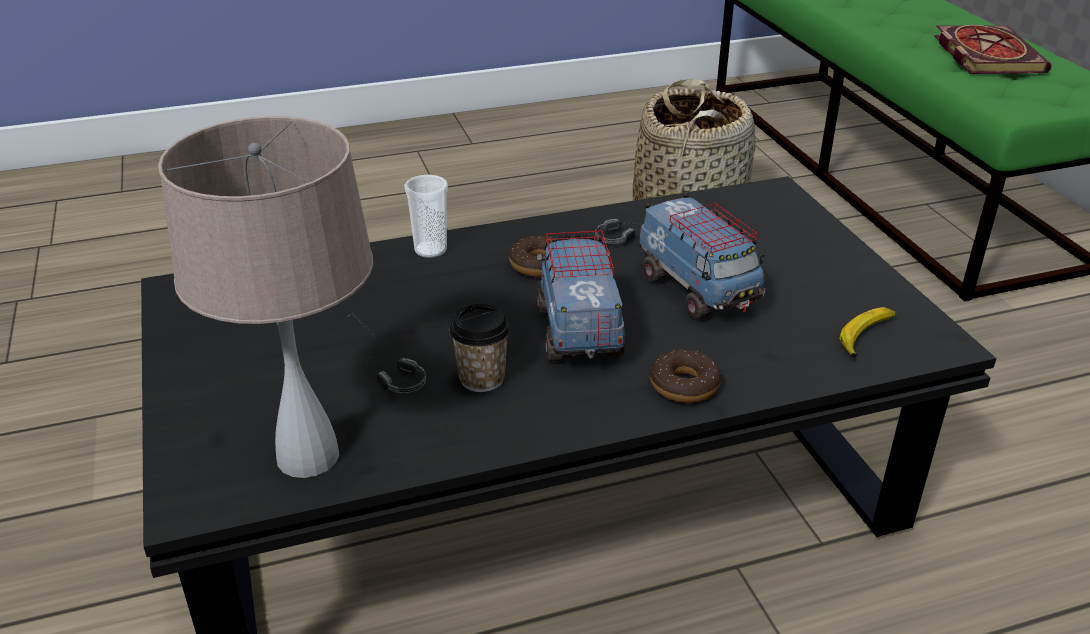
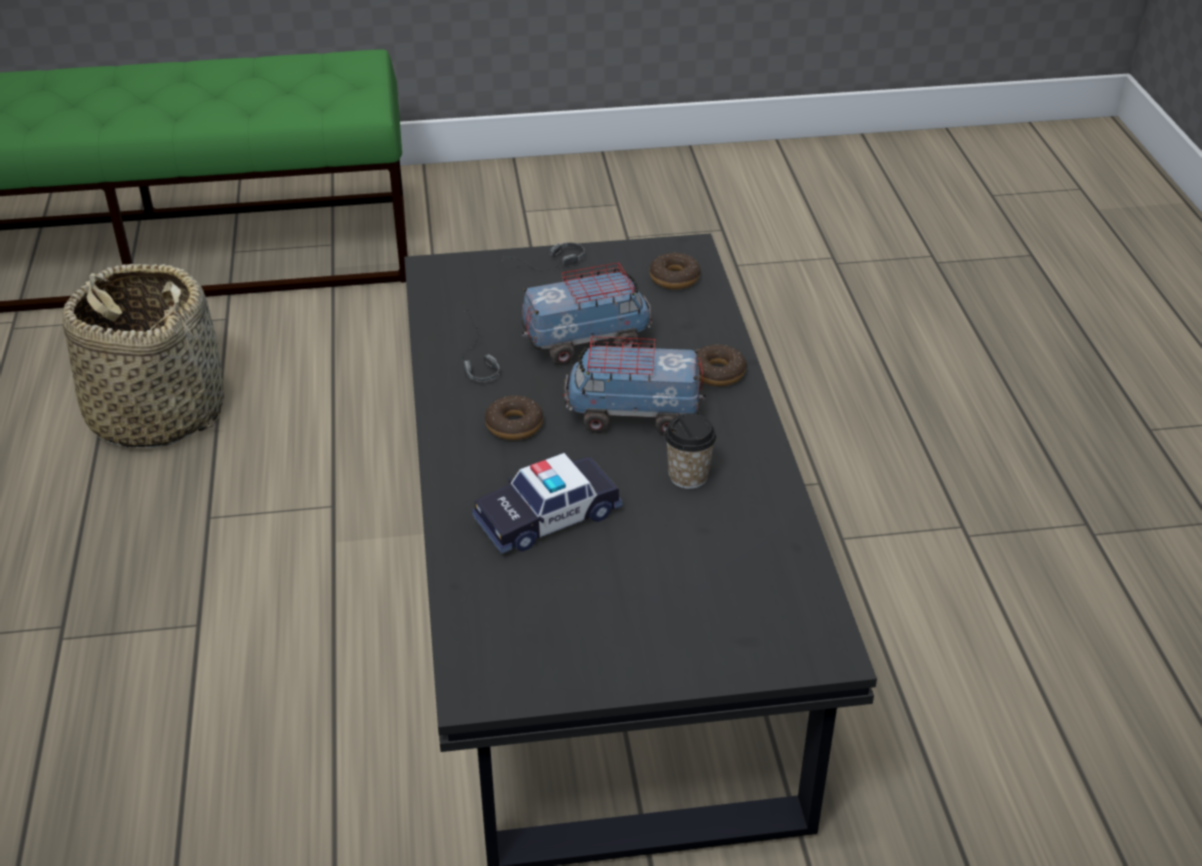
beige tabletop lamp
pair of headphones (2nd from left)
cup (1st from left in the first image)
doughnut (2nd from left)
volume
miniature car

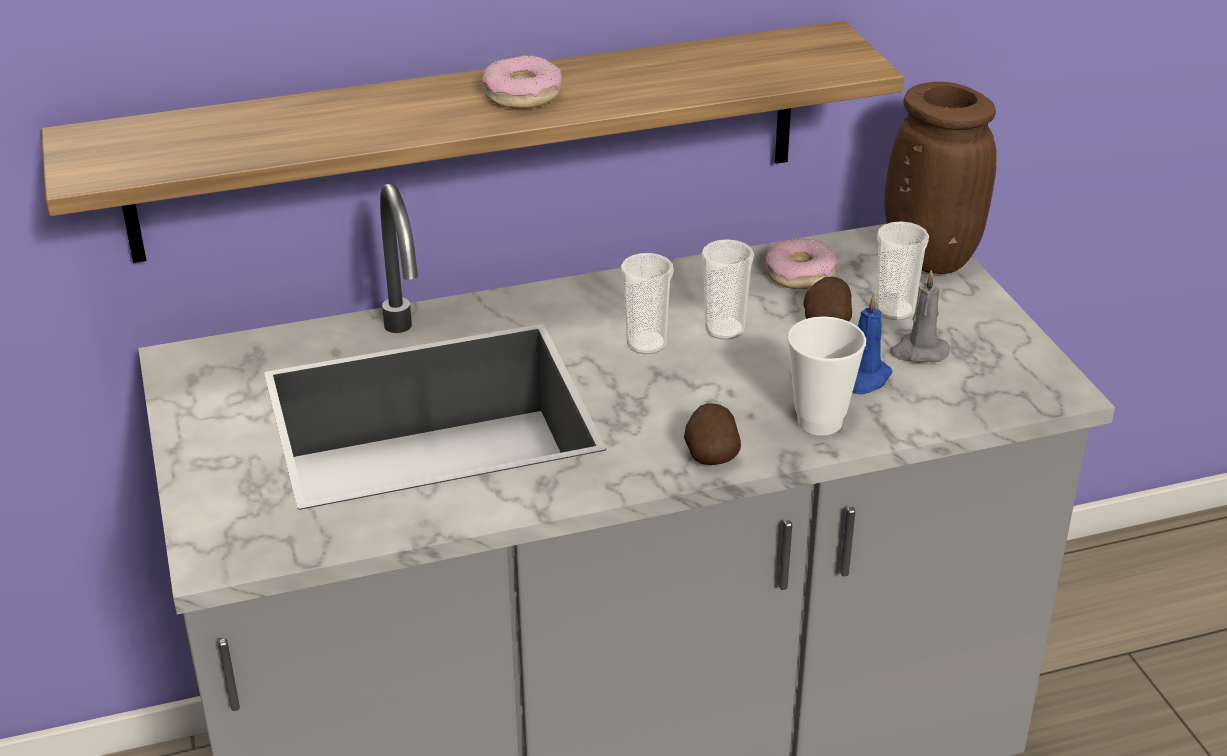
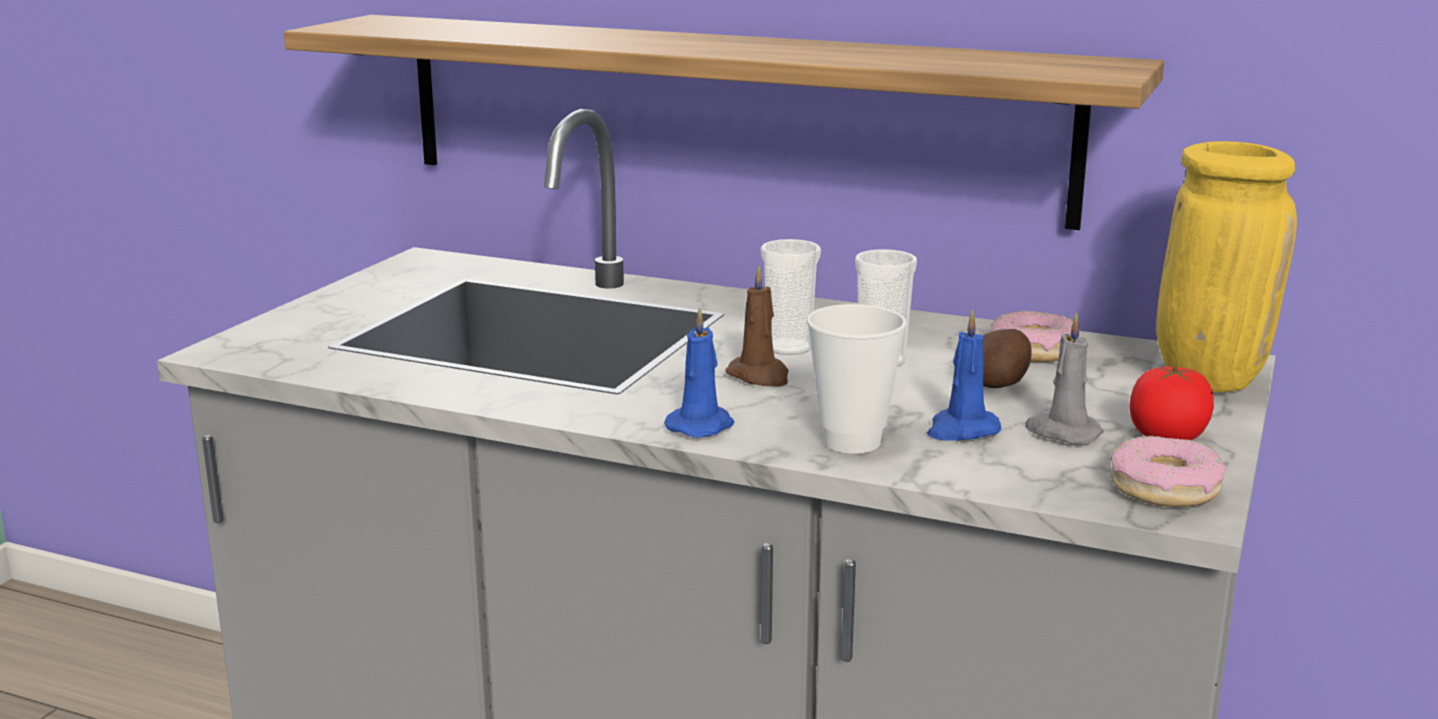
doughnut (2nd from left)
bluish candle (1st from left)
cup (4th from left in the first image)
yellow vase
brownish candle
tomato

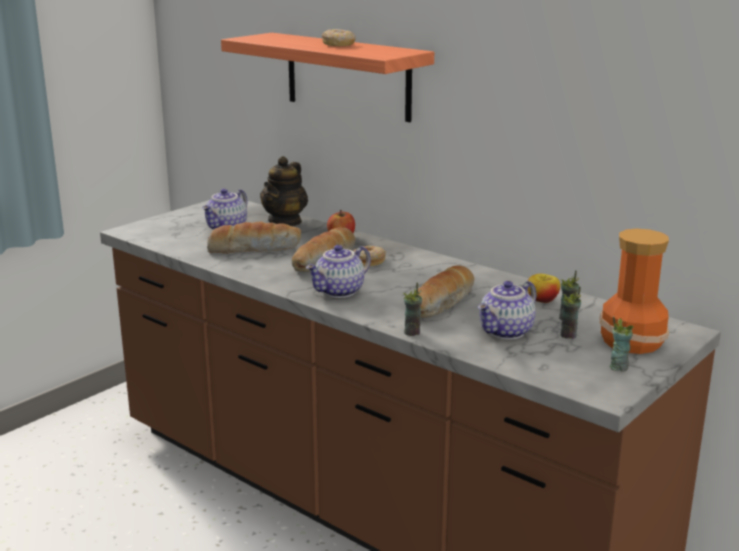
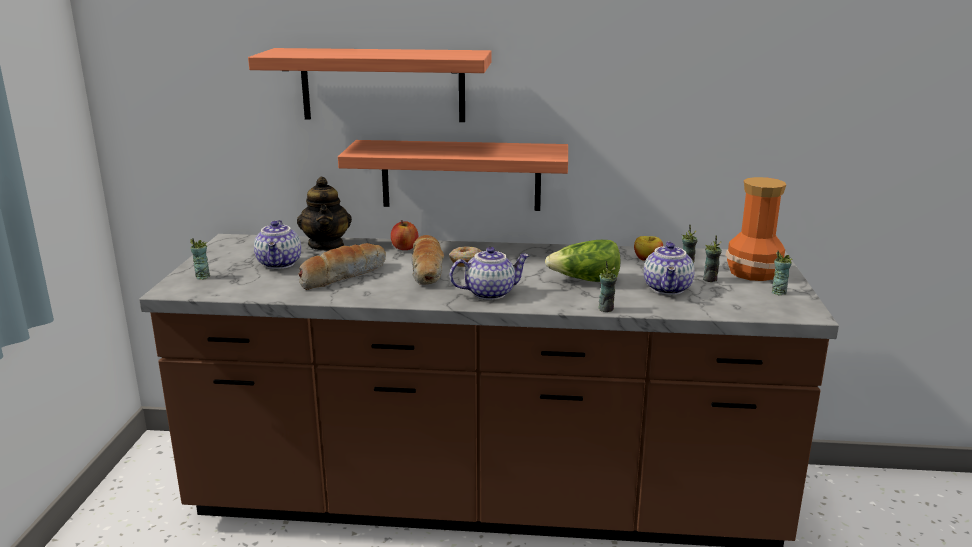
pot for tea (3rd from left)
doughnut (1st from left in the first image)
lettuce
cup (1st from left)
bracket shelf (2nd from left)

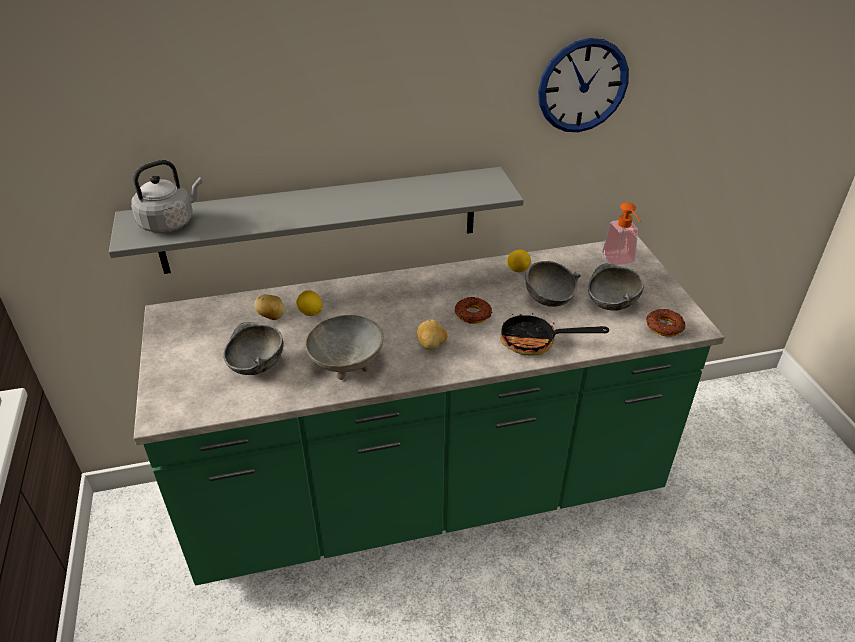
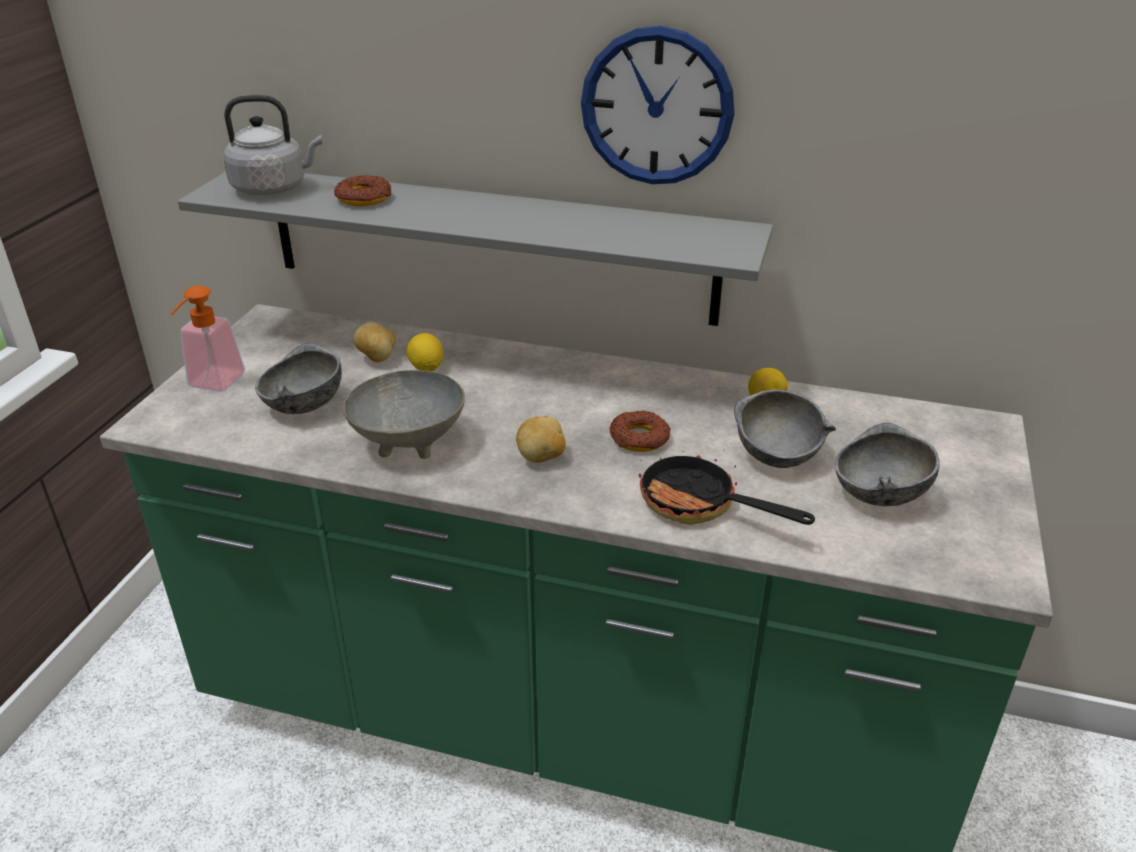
hanging clock
liquid soap bottle
doughnut (1st from left)

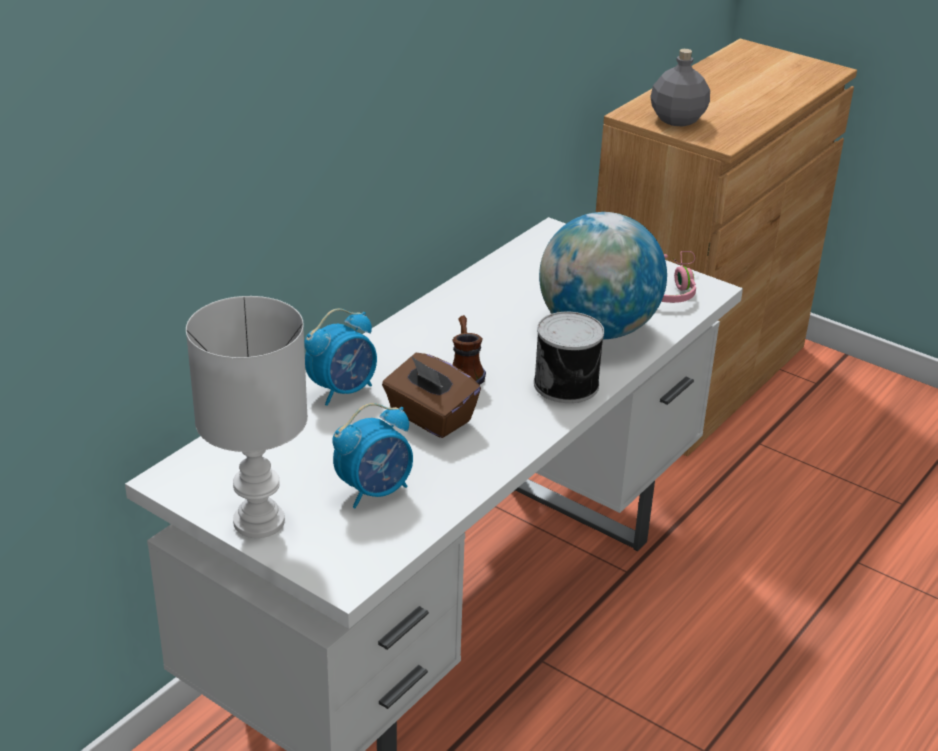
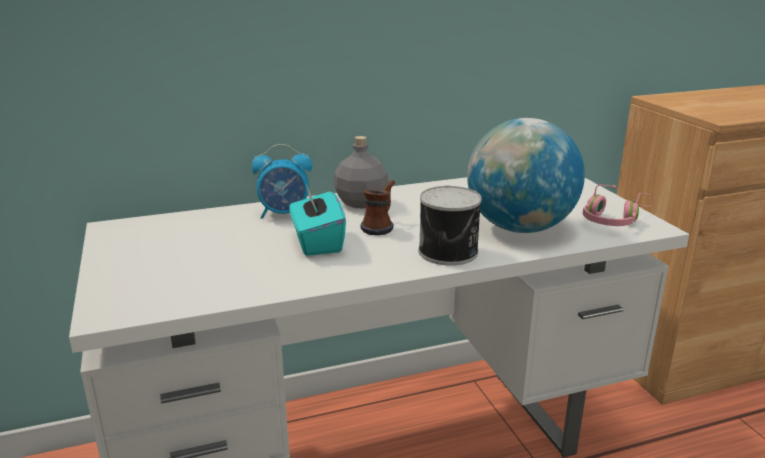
white tabletop lamp
table clock (2nd from left in the first image)
blue-green box of tissues
grey drink bottle

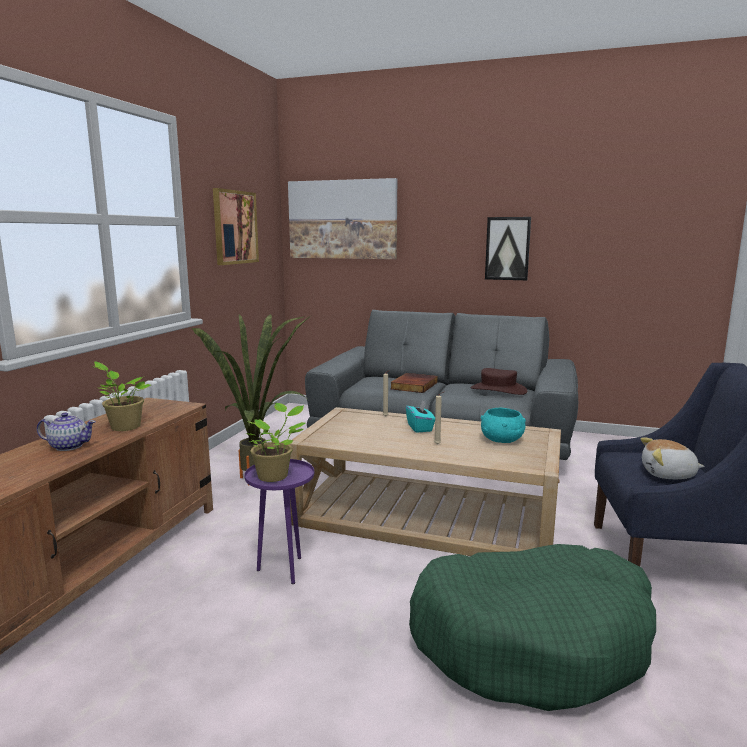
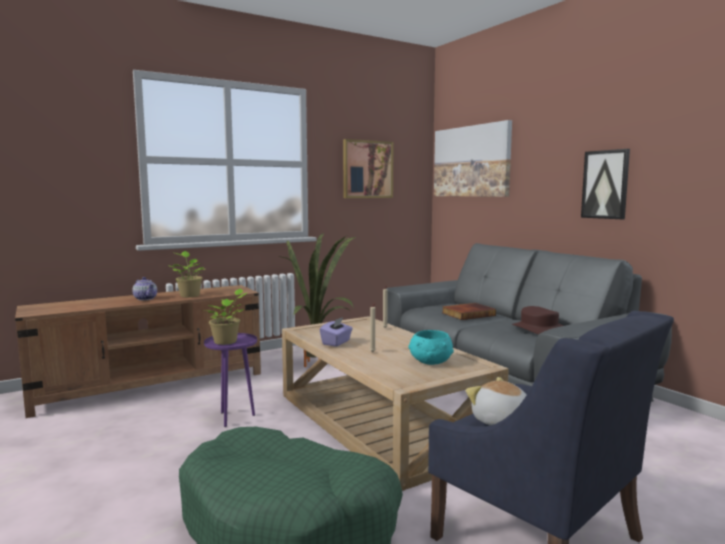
blue-green box of tissues
purple-coloured box of tissues

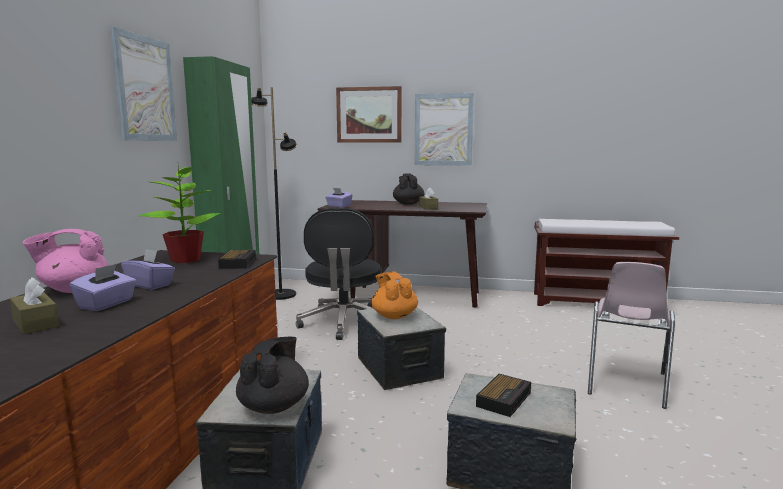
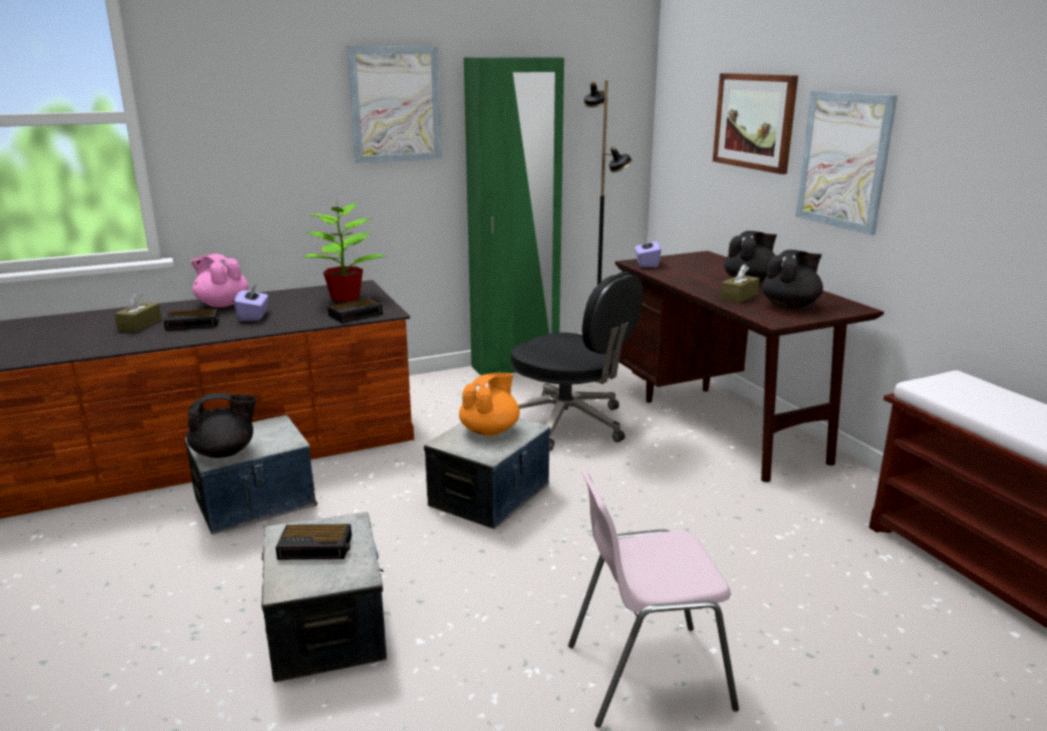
table clock (1st from left)
black office chair
black pot for tea (3rd from left)

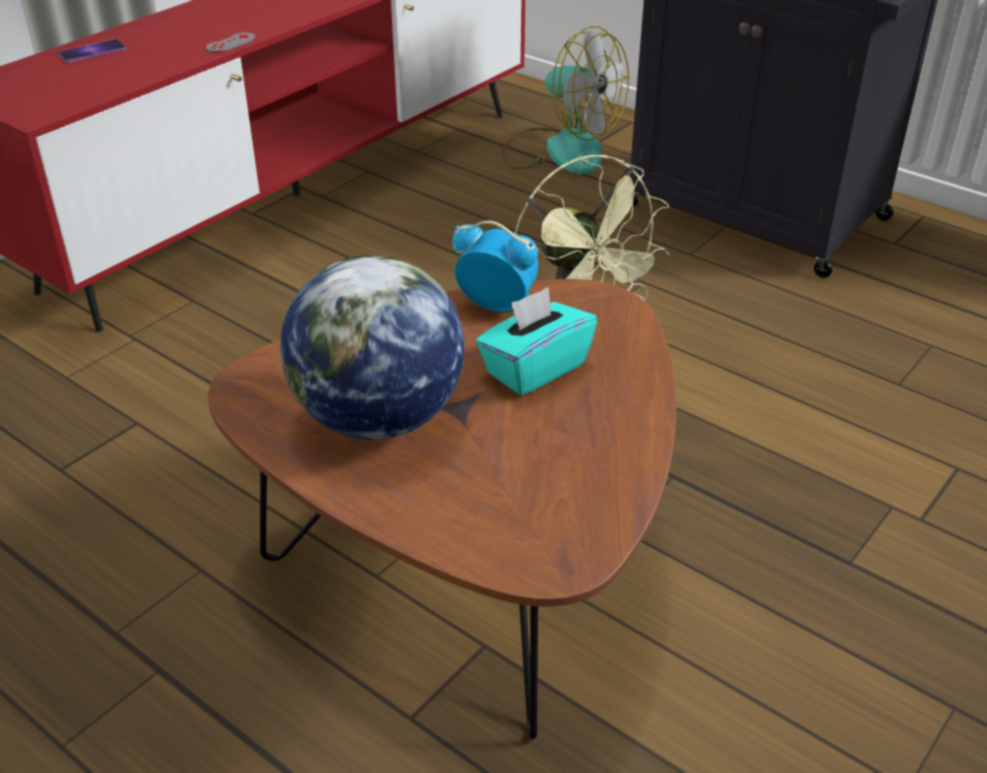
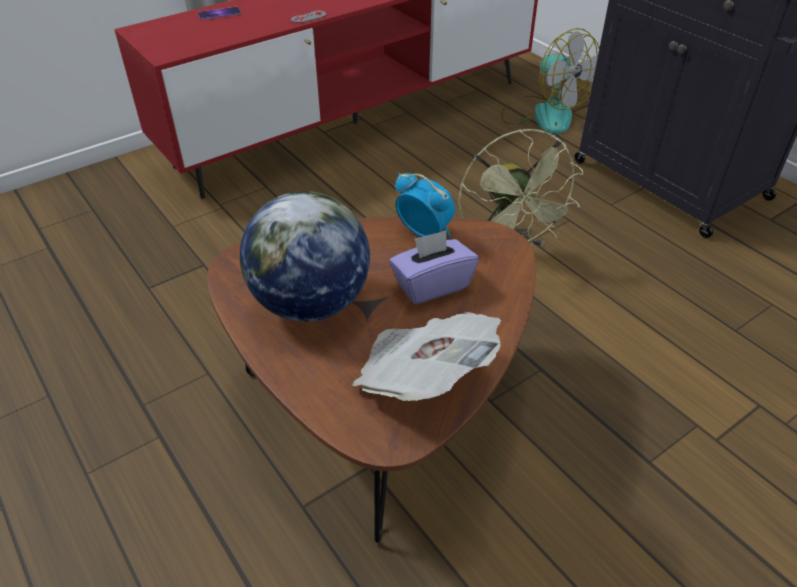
purple-coloured box of tissues
newspaper

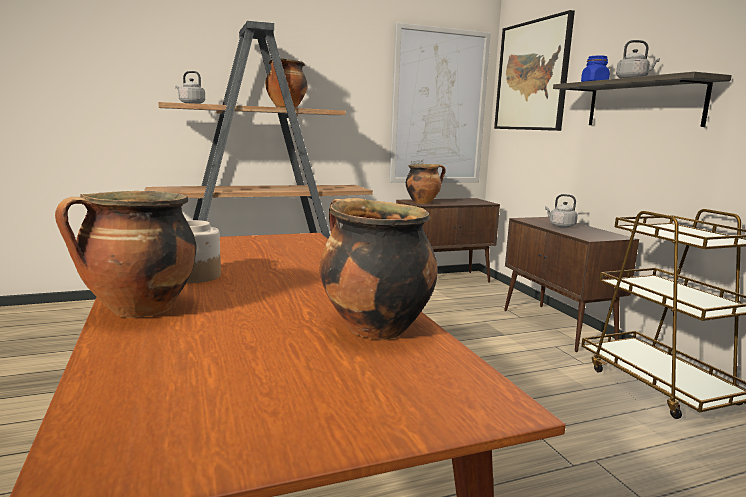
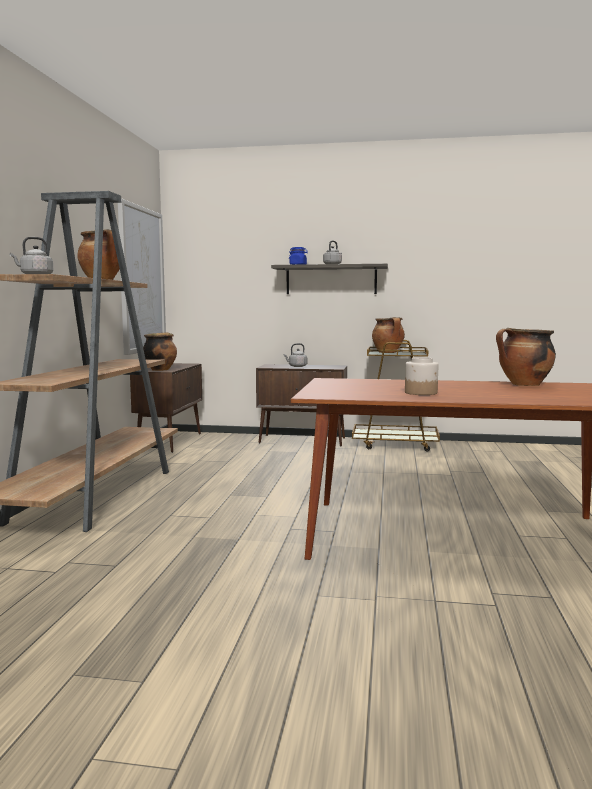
saucepot (3rd from left)
wall art (2nd from left in the first image)

